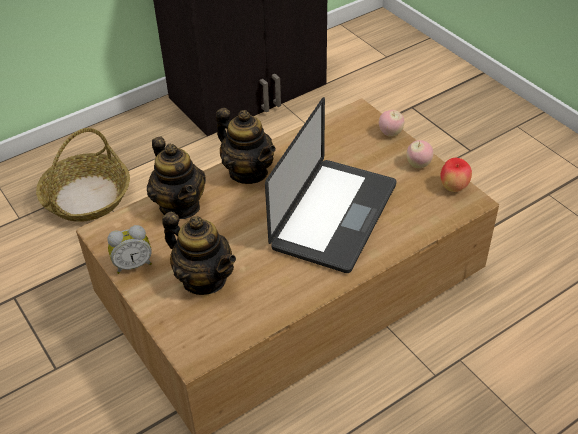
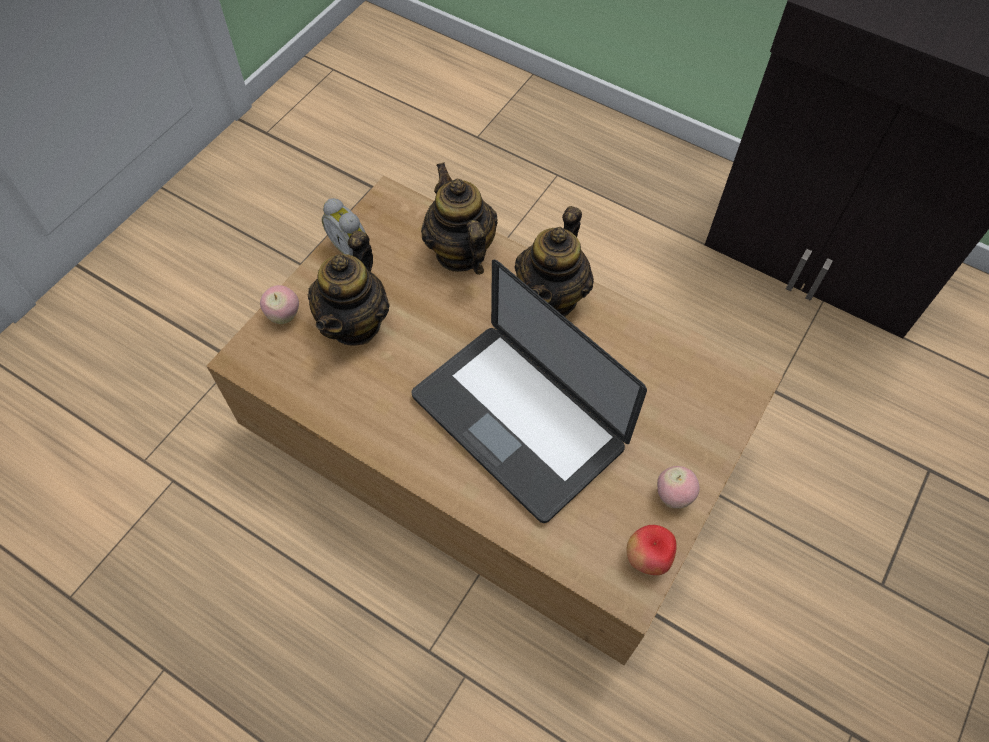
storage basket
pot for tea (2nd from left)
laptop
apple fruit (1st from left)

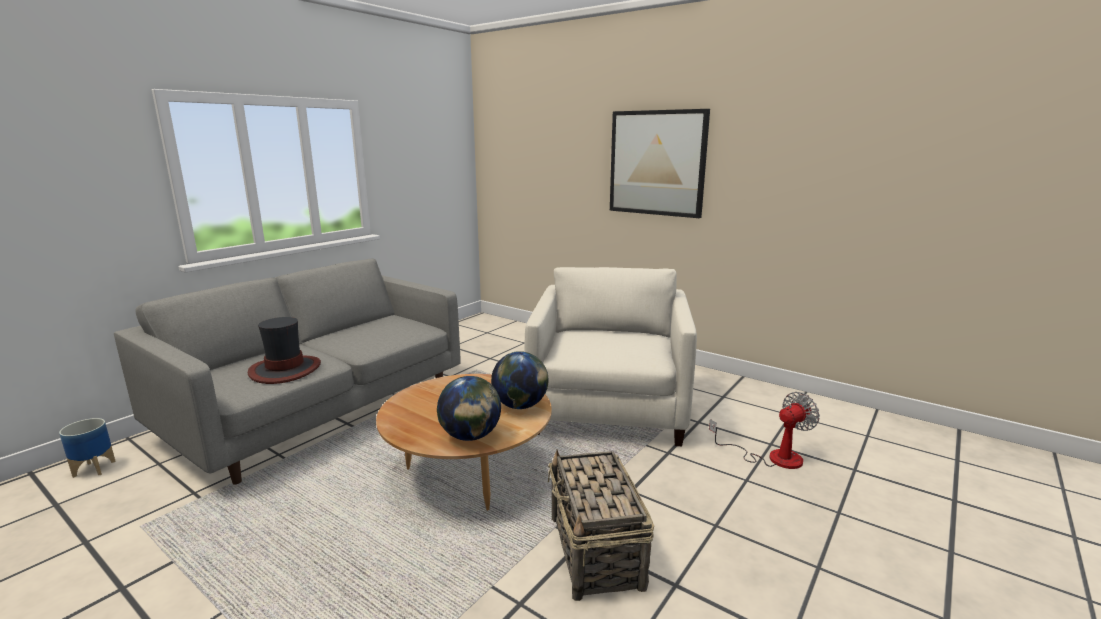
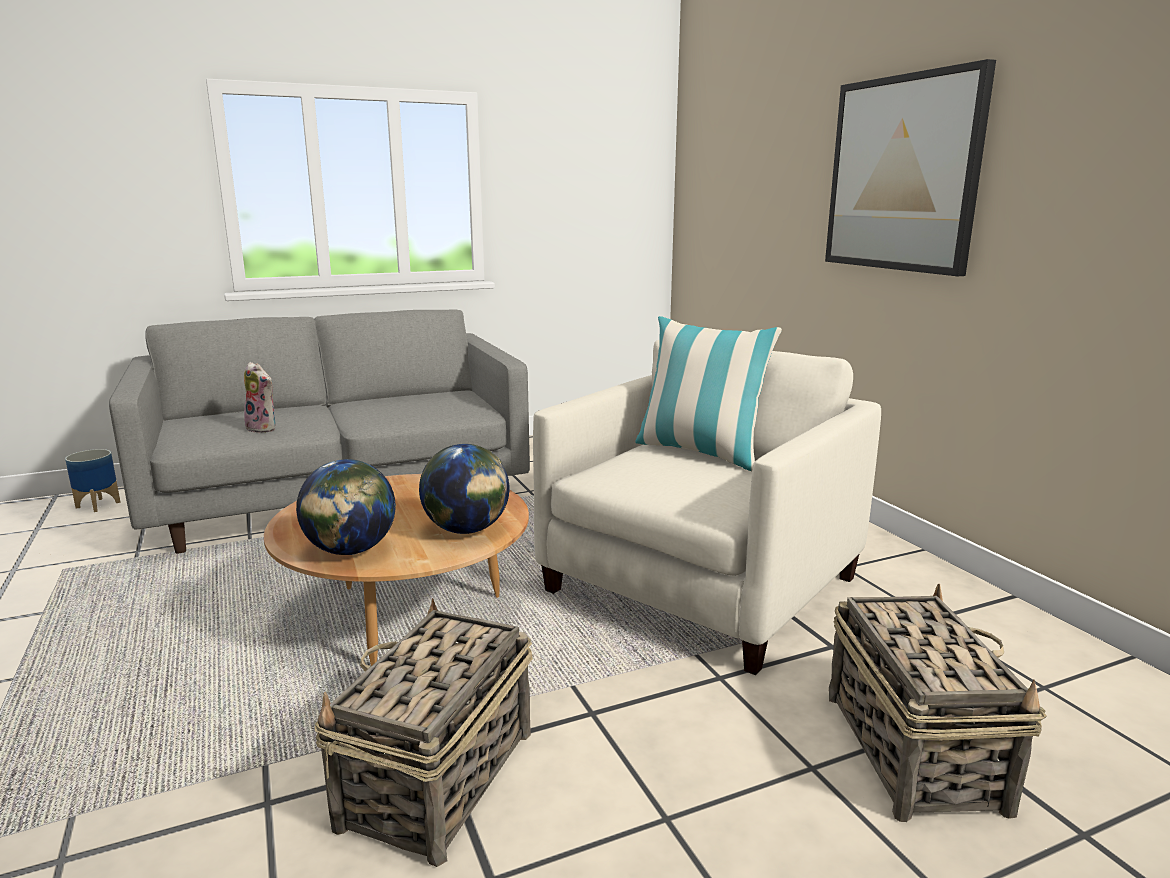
soft toy
storage basket (2nd from left)
throw pillow

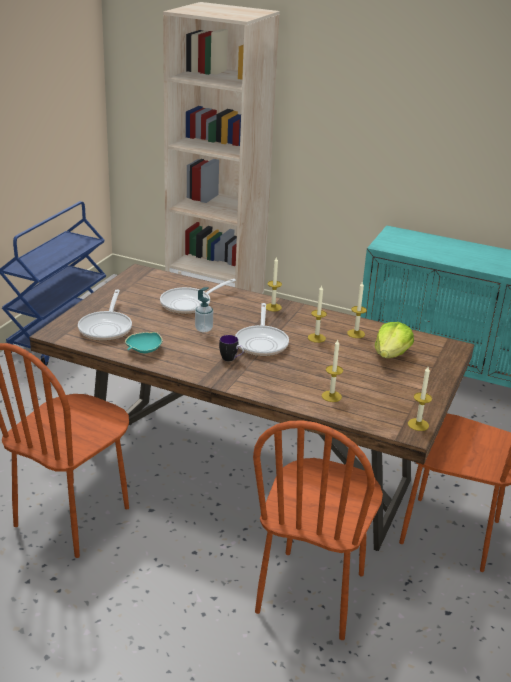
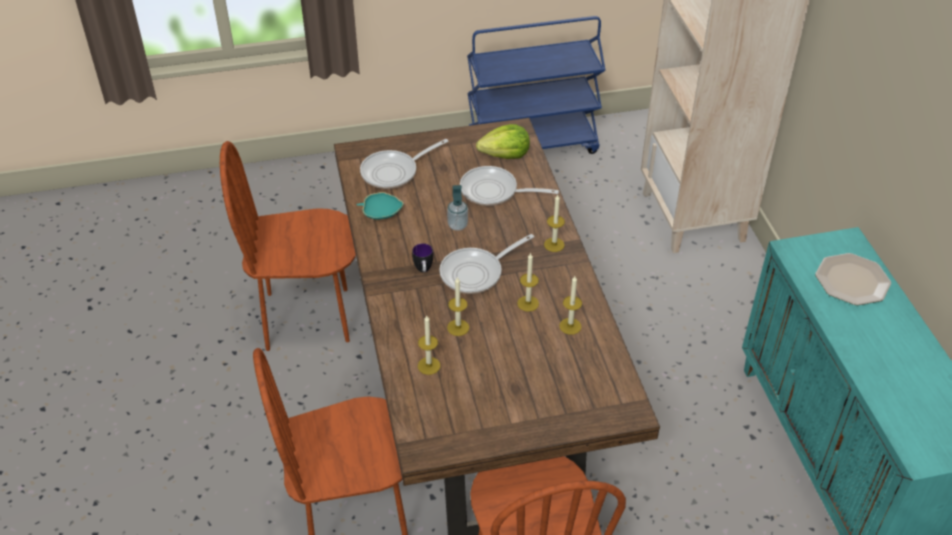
lettuce
candle (2nd from left)
dinner plate

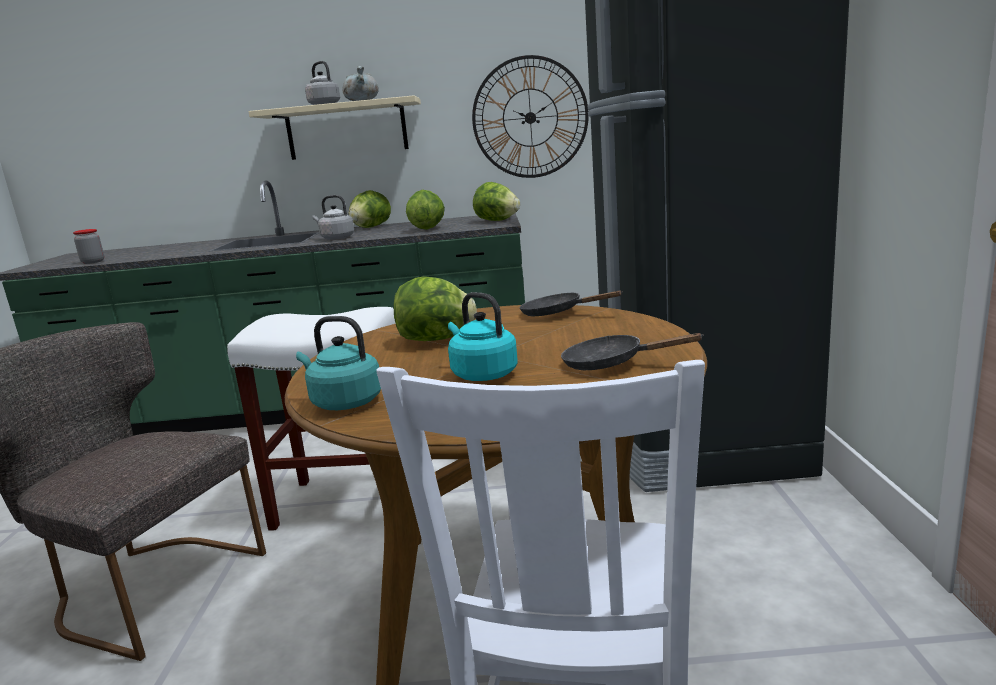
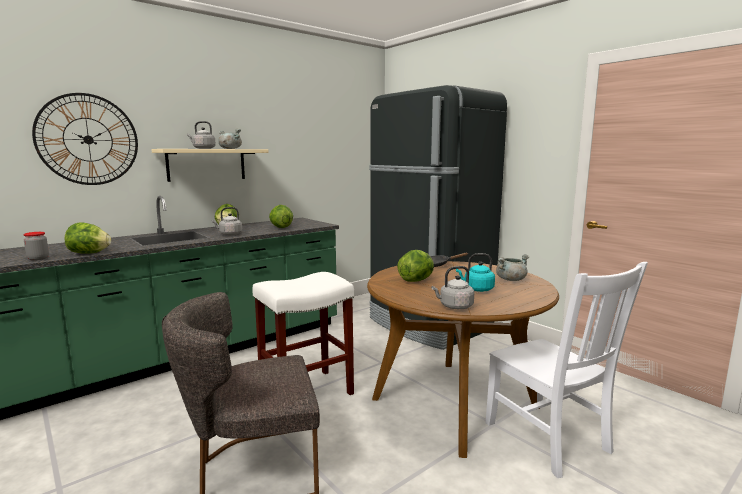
grey water kettle (3rd from left)
hanging clock
lettuce (1st from left)
grey saucepot (2nd from left)

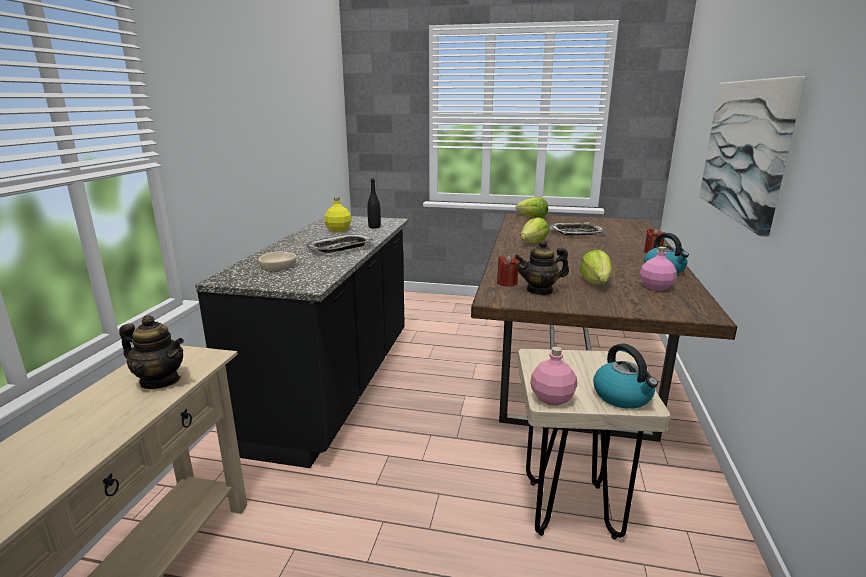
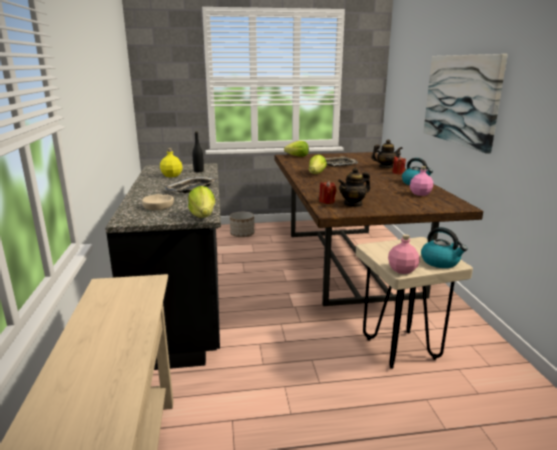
pot for tea (2nd from left)
lettuce (1st from left)
plant pot

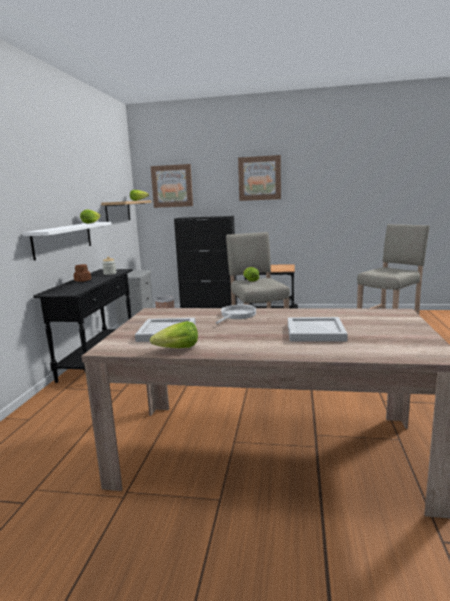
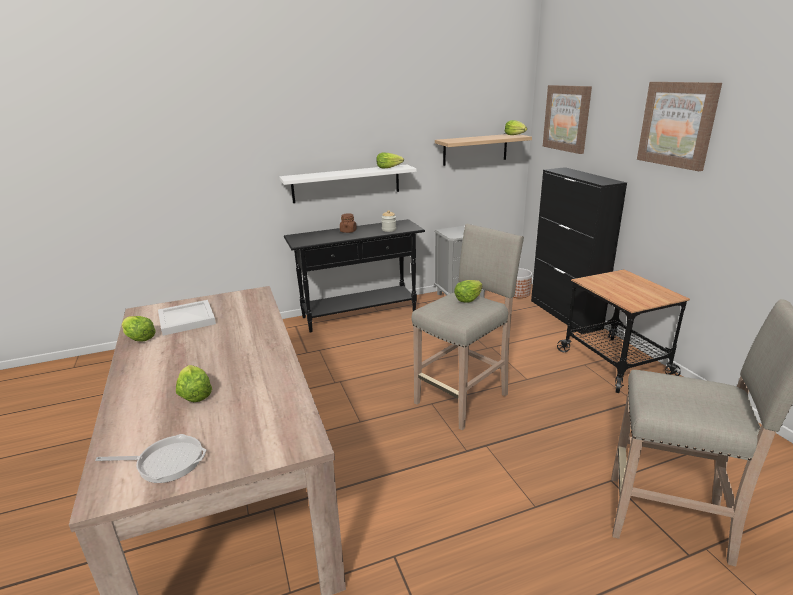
pan
lettuce (2nd from left)

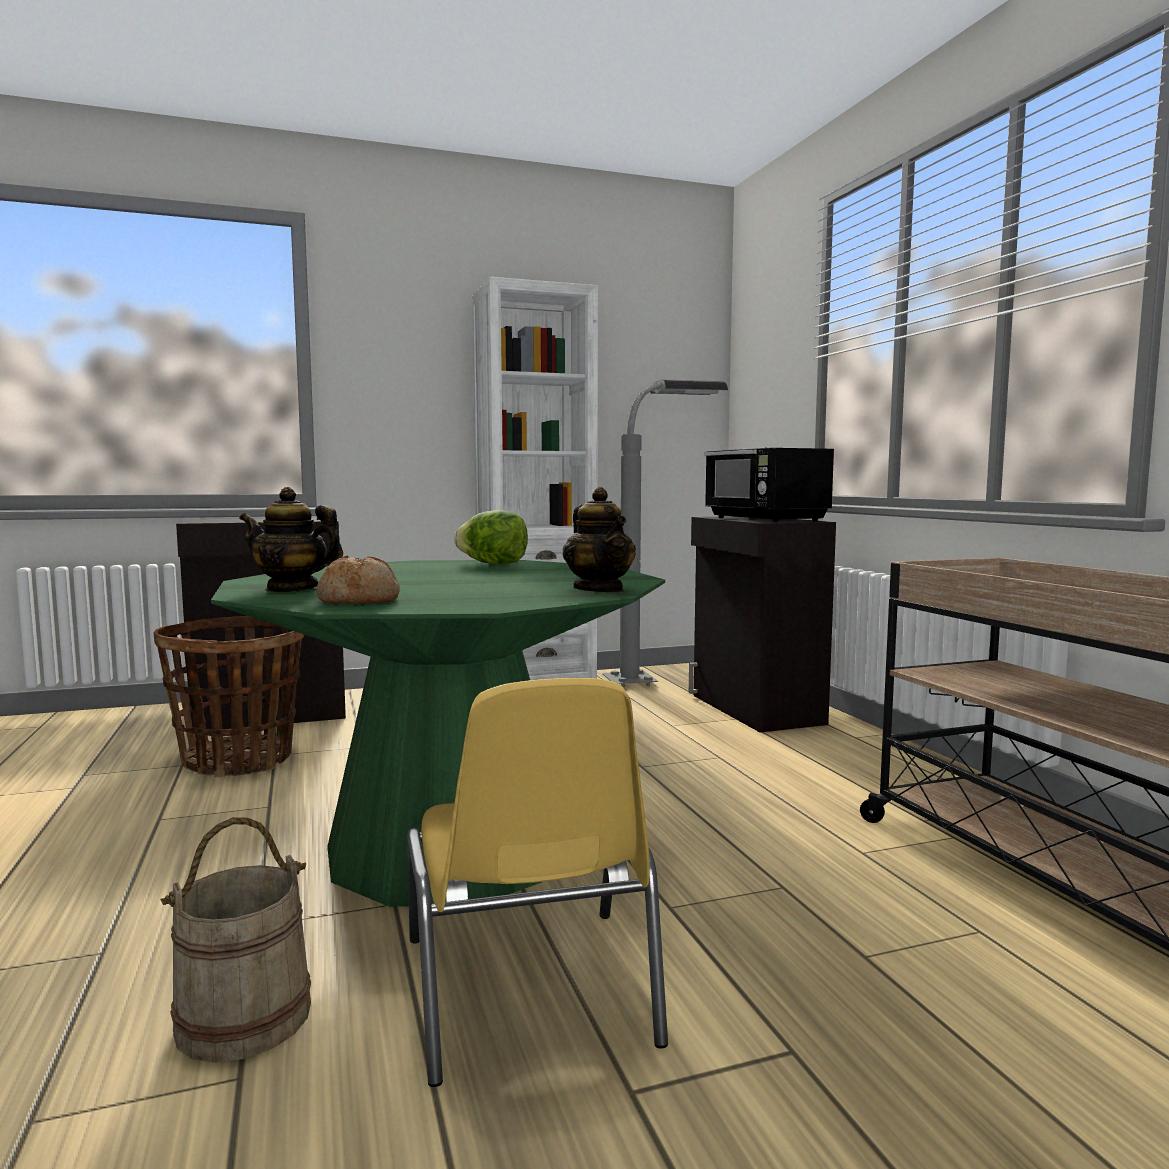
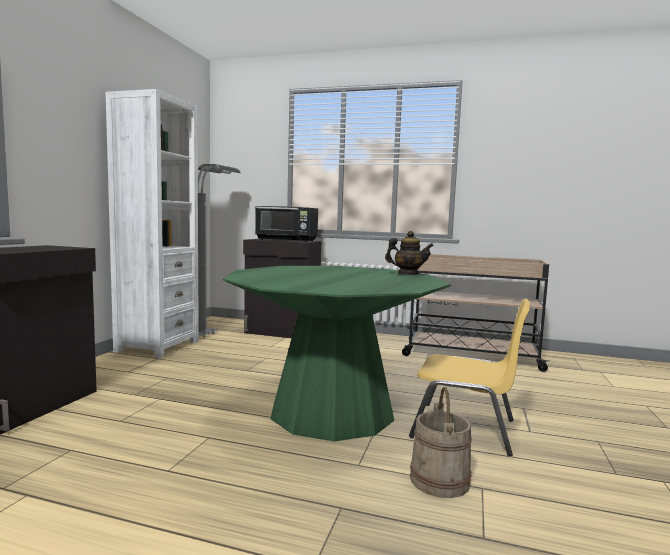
storage basket
pot for tea (1st from left in the first image)
bakery bread
lettuce

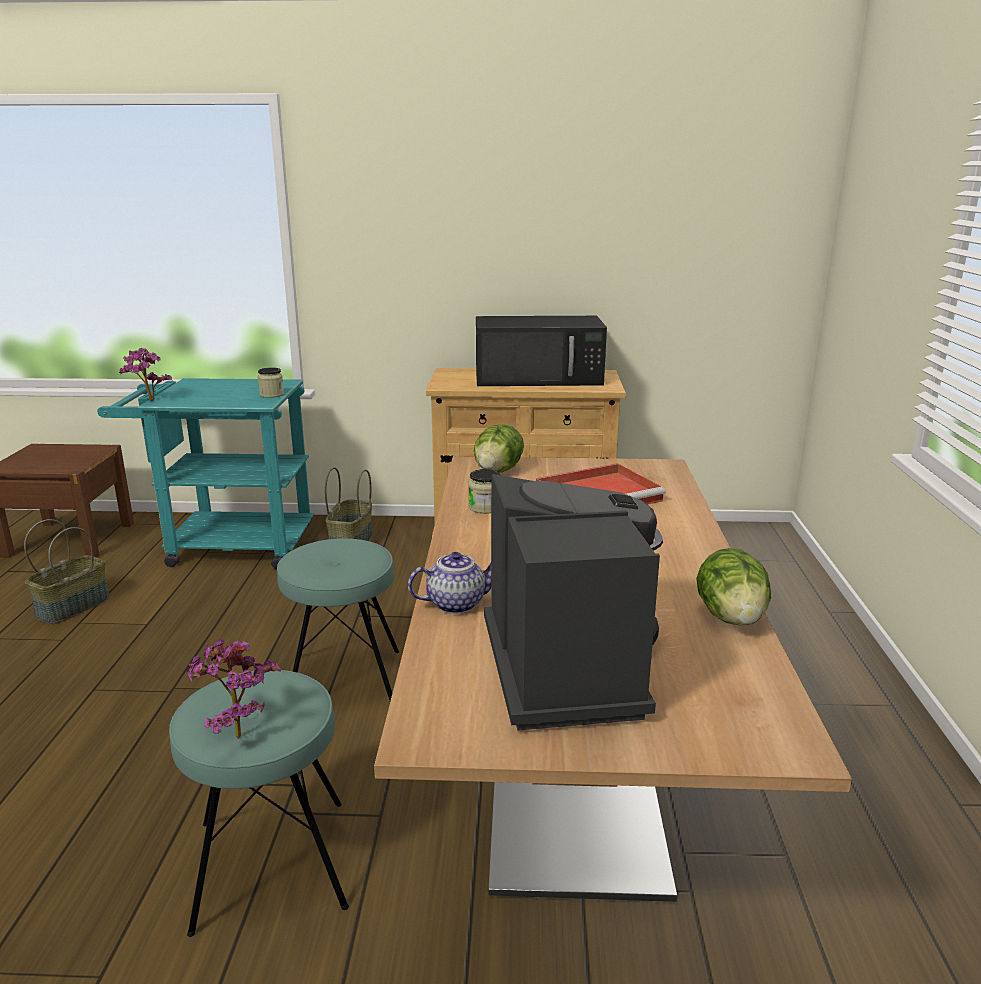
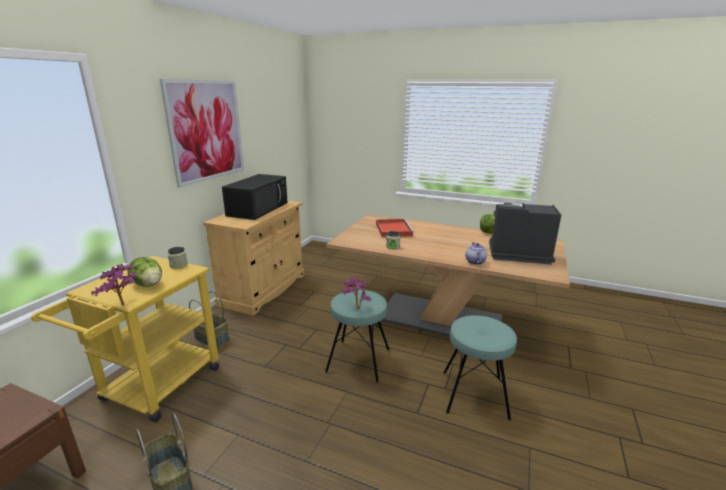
yellow cart
plant in a pot (2nd from left)
lettuce (1st from left)
wall art

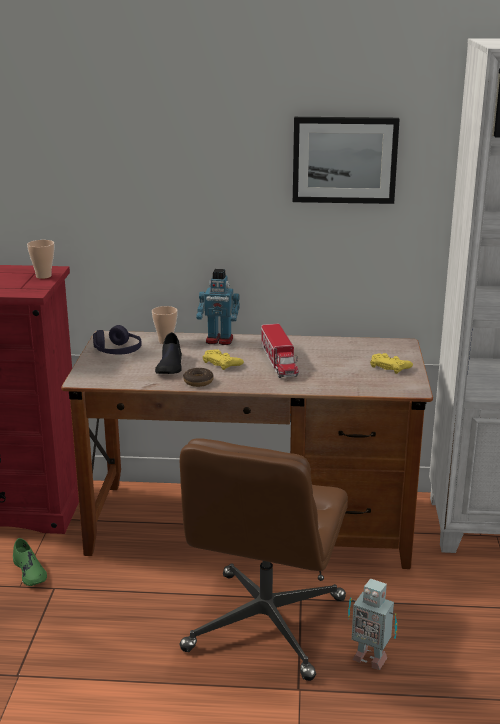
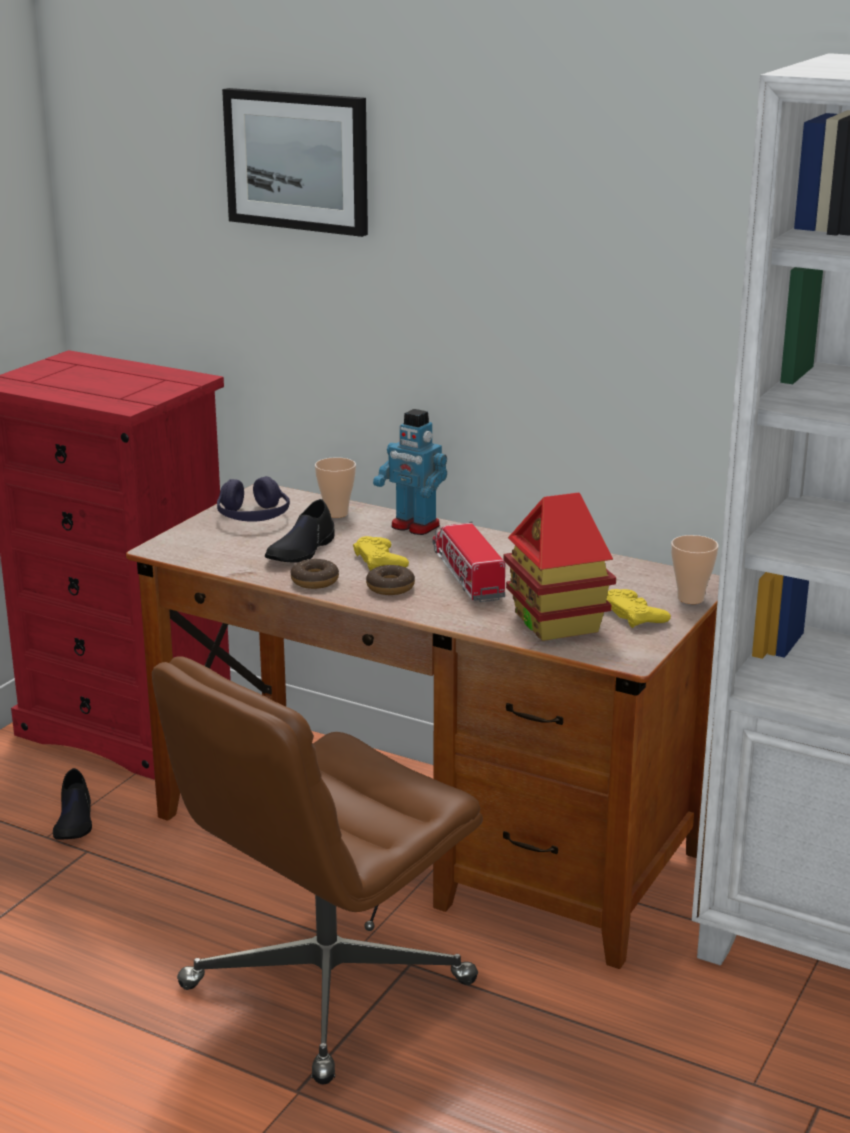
black item of footwear (1st from left)
cup (2nd from left)
toy truck
wall art
robot figure (2nd from left in the first image)
doughnut (2nd from left)
miniature house

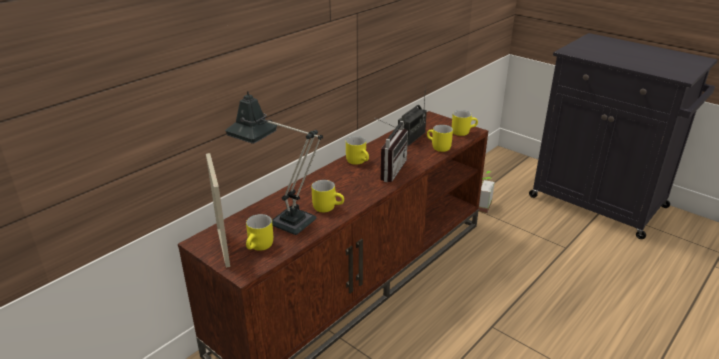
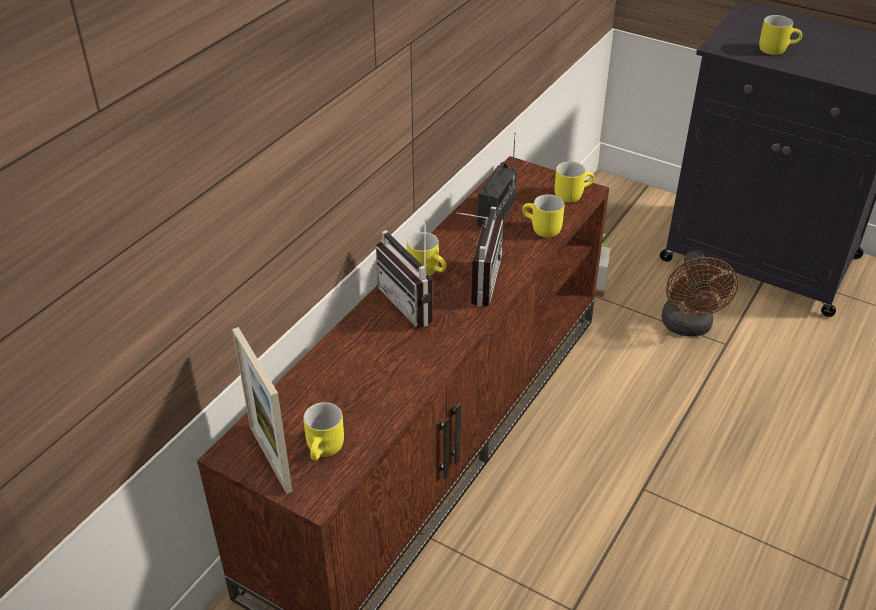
tabletop lamp
yellow mug (5th from left)
radio receiver (1st from left)
brownish cooling fan

